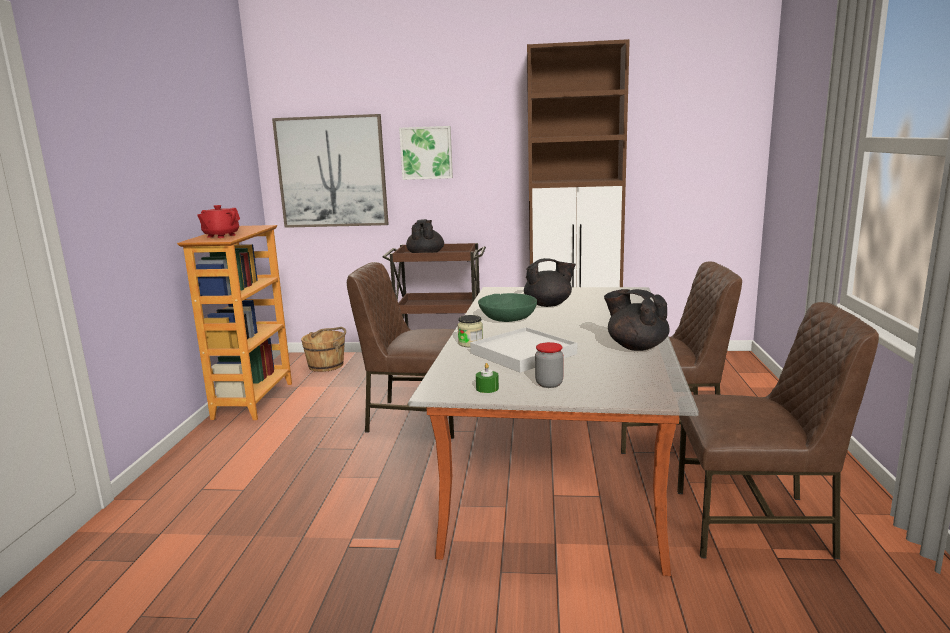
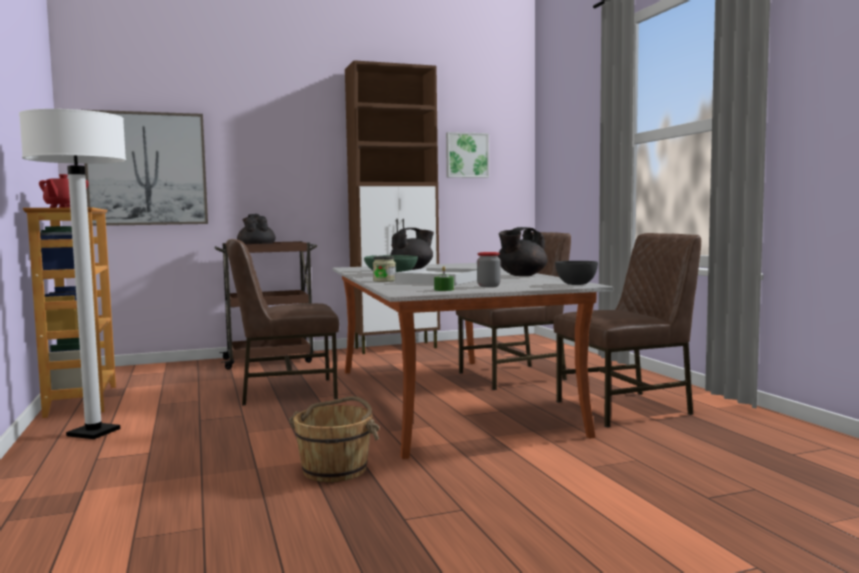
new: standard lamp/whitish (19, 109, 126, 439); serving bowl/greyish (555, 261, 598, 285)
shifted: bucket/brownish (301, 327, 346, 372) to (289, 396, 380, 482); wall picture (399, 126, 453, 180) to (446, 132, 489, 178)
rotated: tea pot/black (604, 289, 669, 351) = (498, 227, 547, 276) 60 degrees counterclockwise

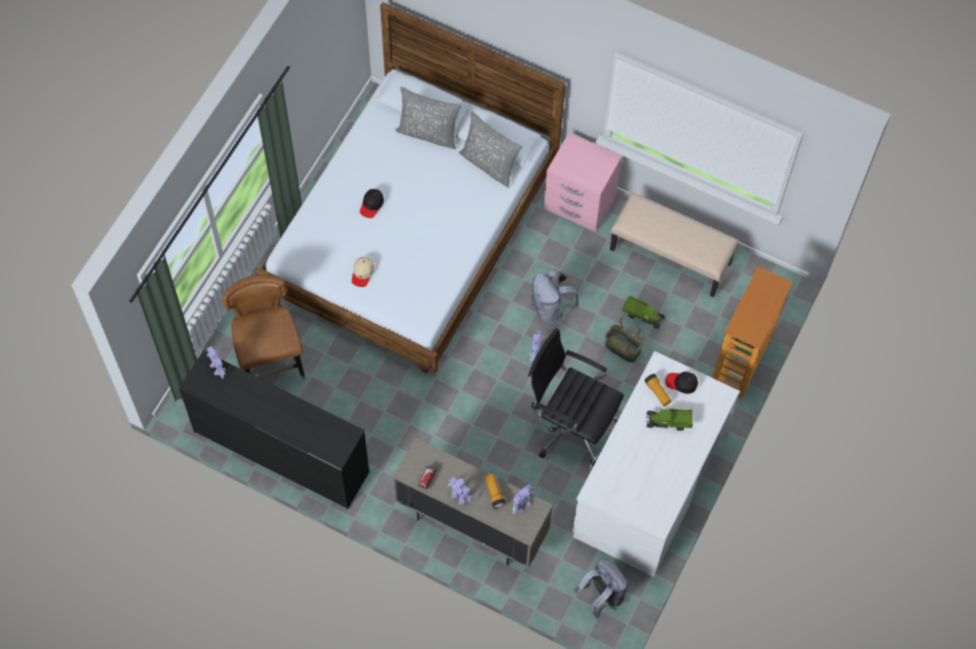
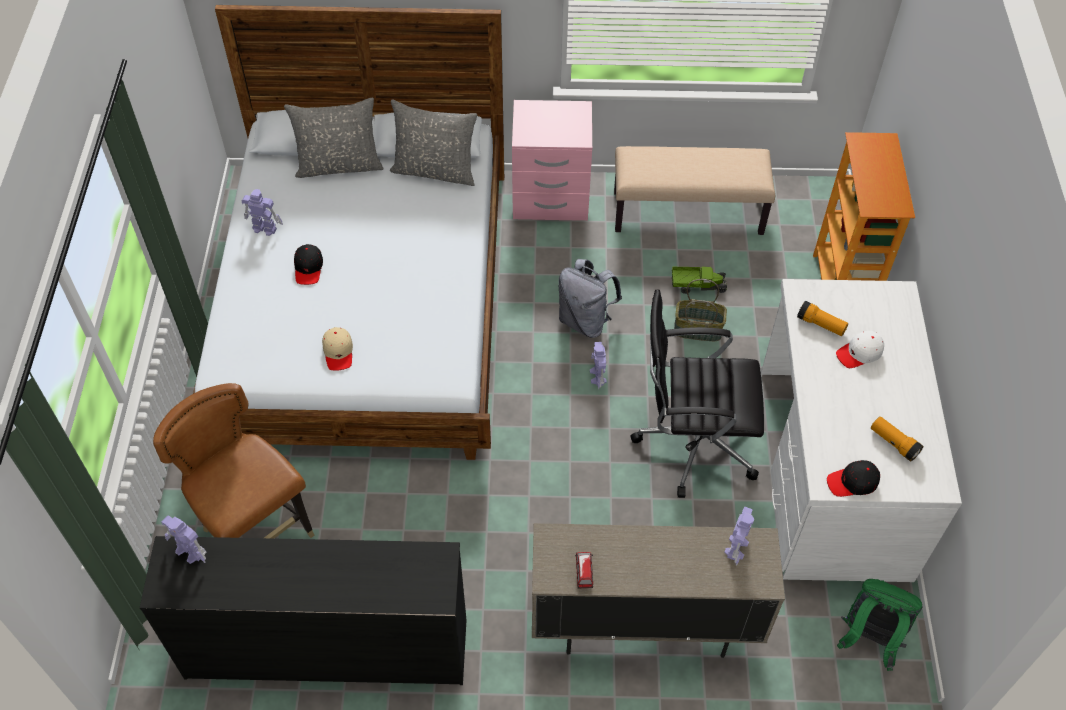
shifted: model robot (448, 477, 473, 505) to (242, 189, 283, 236); cap/black (665, 372, 698, 394) to (827, 460, 880, 497); torch (485, 474, 506, 509) to (871, 416, 923, 461)
swapped: toy truck (646, 409, 693, 431) to cap/whitish (836, 331, 884, 368)
repainted: rucksack/greyish (574, 559, 629, 619) to rucksack/green (837, 579, 922, 671)

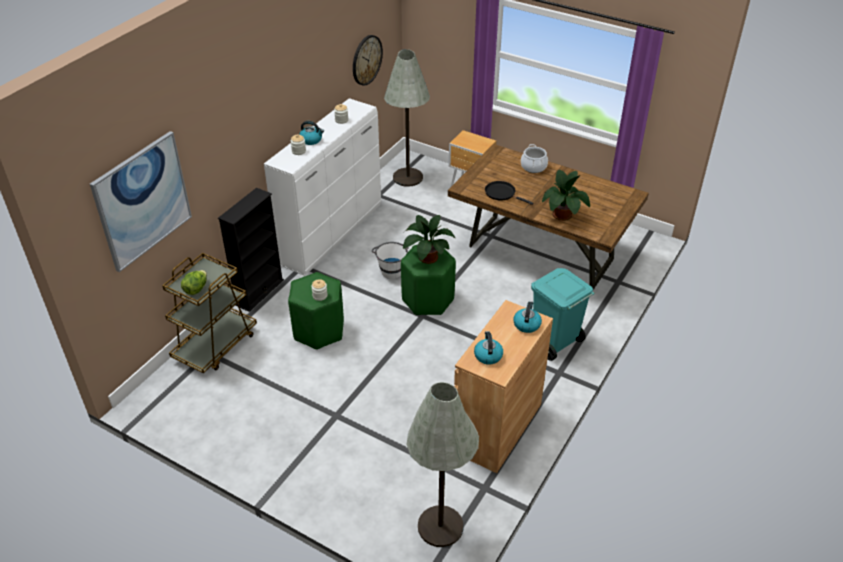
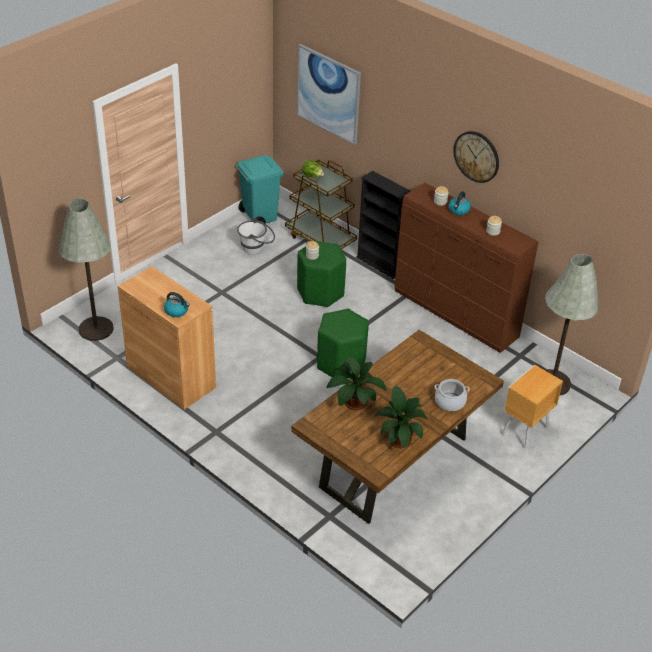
gone: tea kettle (474, 331, 503, 365); pan/black (485, 181, 534, 205)
shifted: waste bin/blue-green (531, 268, 594, 361) to (235, 155, 284, 224); bucket/whitish (372, 242, 408, 279) to (237, 218, 275, 254); potted plant (403, 215, 455, 264) to (374, 386, 428, 448); hanging clock (353, 35, 383, 86) to (453, 131, 499, 183)
repainted: dresser/whitish (264, 98, 381, 276) to dresser/brownish (394, 183, 539, 353)

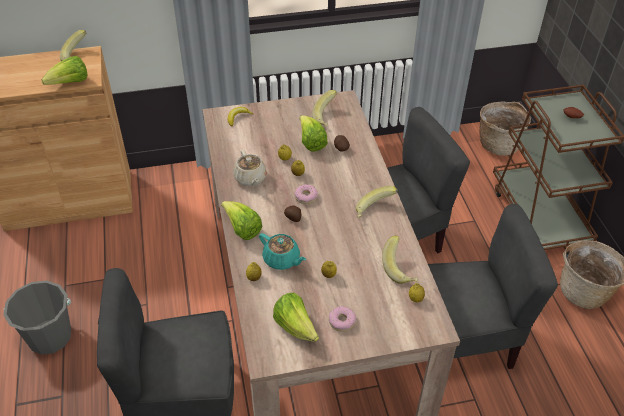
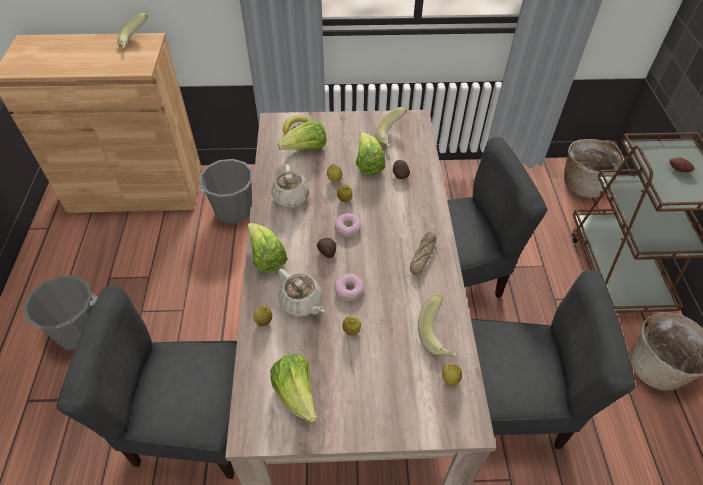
new: bucket/greyish (199, 159, 253, 224)
shifted: lettuce (41, 56, 88, 85) to (278, 120, 327, 150); doughnut (329, 306, 356, 332) to (335, 274, 364, 301)
swapped: banana fruit (356, 186, 398, 217) to bakery bread (410, 232, 437, 275)
repainted: tea pot/blue-green (259, 233, 306, 270) to tea pot/beige-coloured (278, 269, 325, 317)

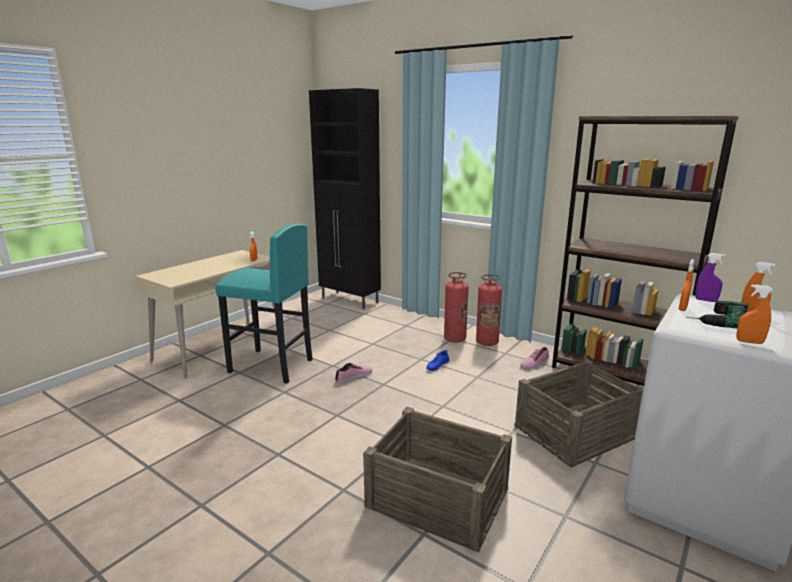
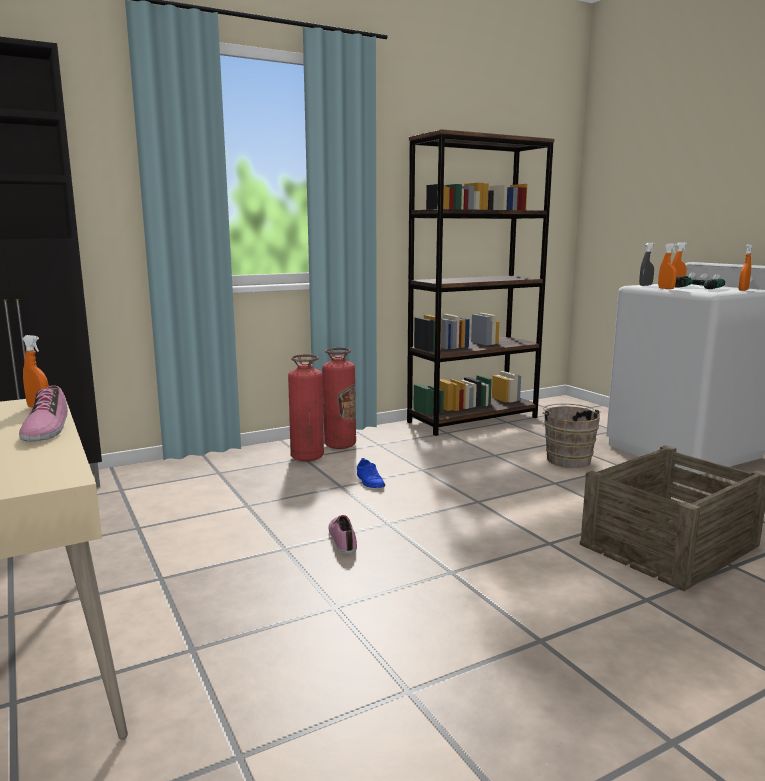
gone: stool seat/blue-green (215, 224, 313, 383)
shifted: low shoe (521, 347, 549, 369) to (19, 385, 68, 441)
swapped: packing crate (514, 359, 644, 468) to bucket/brownish (543, 403, 601, 468)
repainted: spray bottle/purplish (695, 253, 726, 302) to spray bottle/greyish (639, 243, 655, 286)

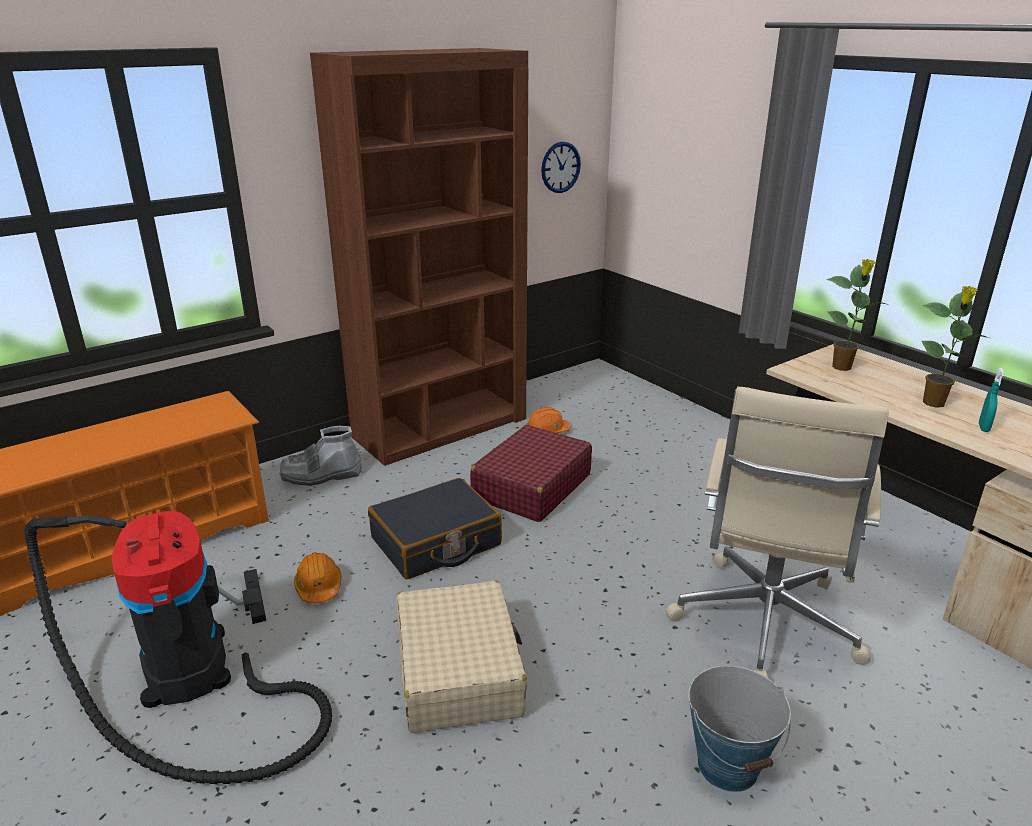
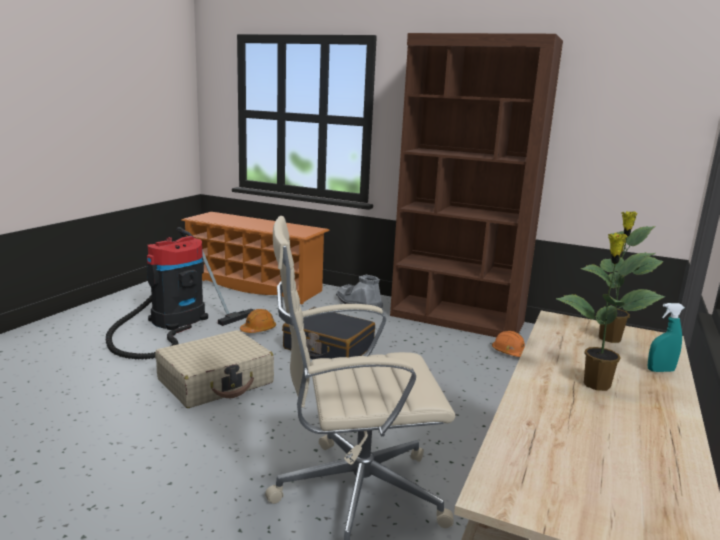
gone: suitcase/red-coloured (470, 425, 592, 522); hanging clock (541, 142, 581, 193); bucket (689, 666, 791, 792)
shifted: spray bottle/blue-green (979, 368, 1004, 432) to (648, 303, 685, 372)

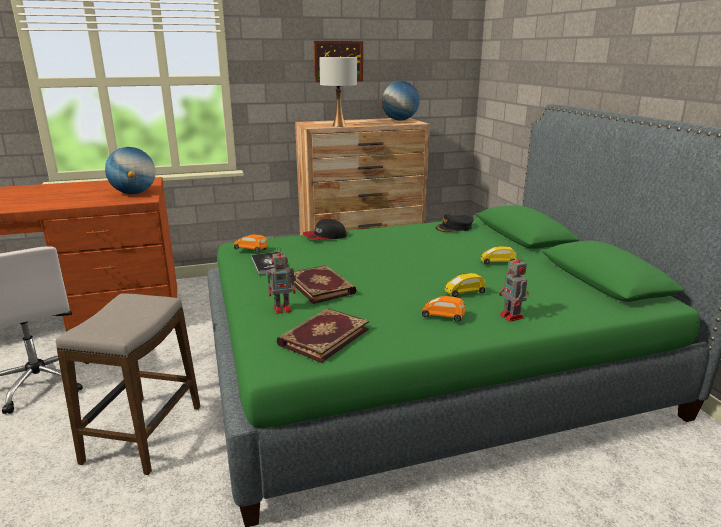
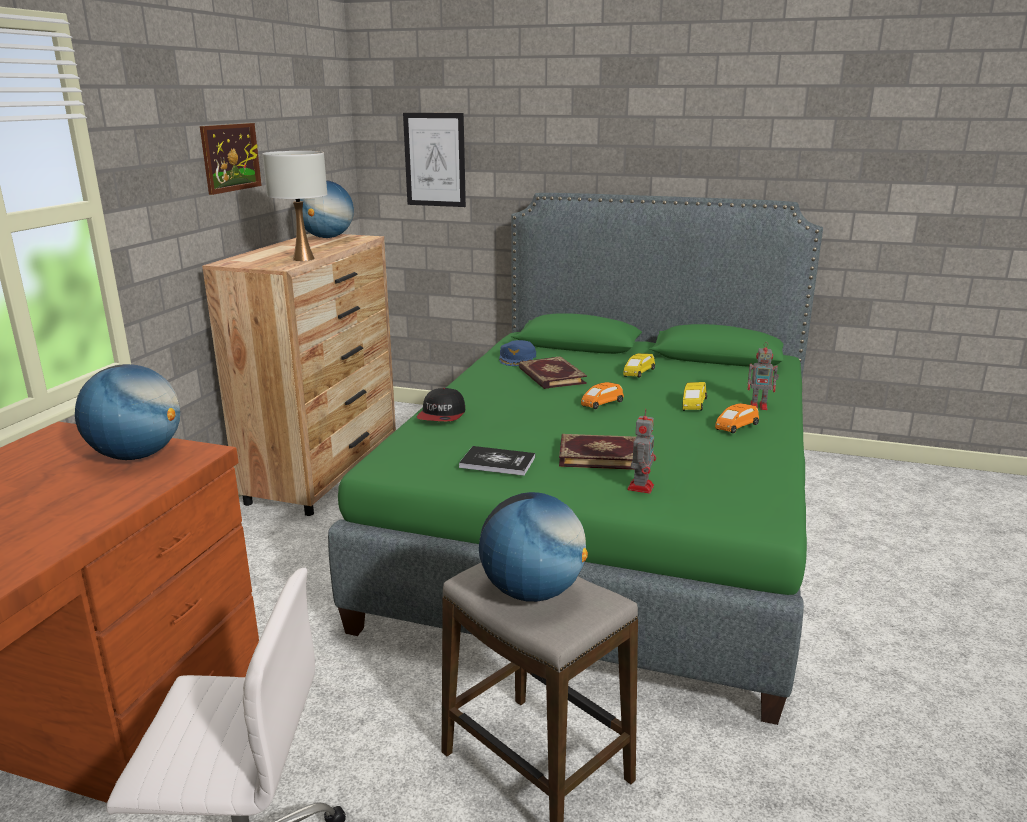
new: wall picture (403, 113, 466, 207); world globe (479, 492, 588, 602)
shifted: volume (277, 308, 369, 363) to (519, 356, 587, 389); miniature car/orange-coloured (233, 234, 268, 252) to (581, 382, 624, 409)
repainted: cap/black (436, 214, 474, 232) to cap/blue (499, 340, 536, 366)

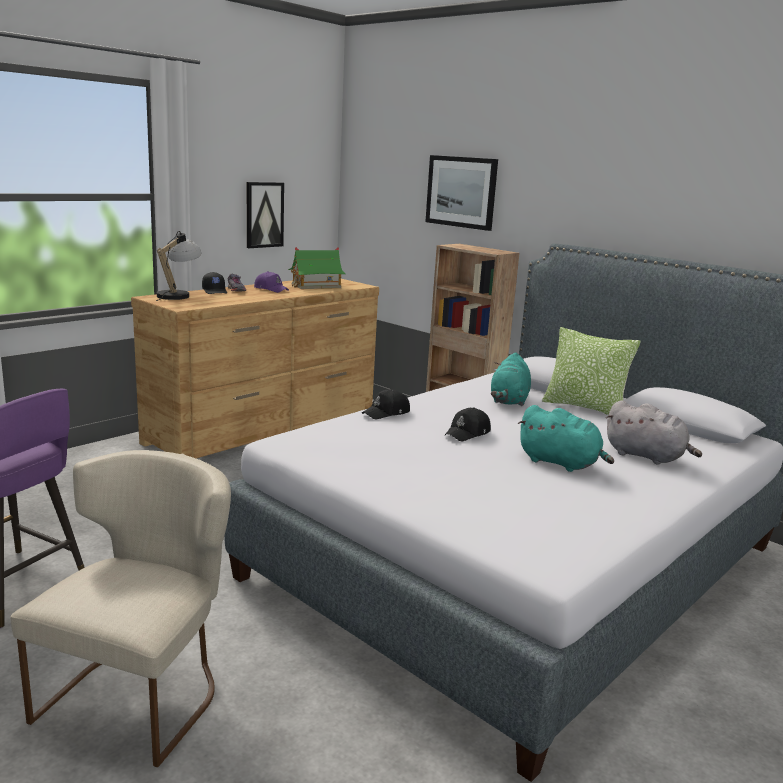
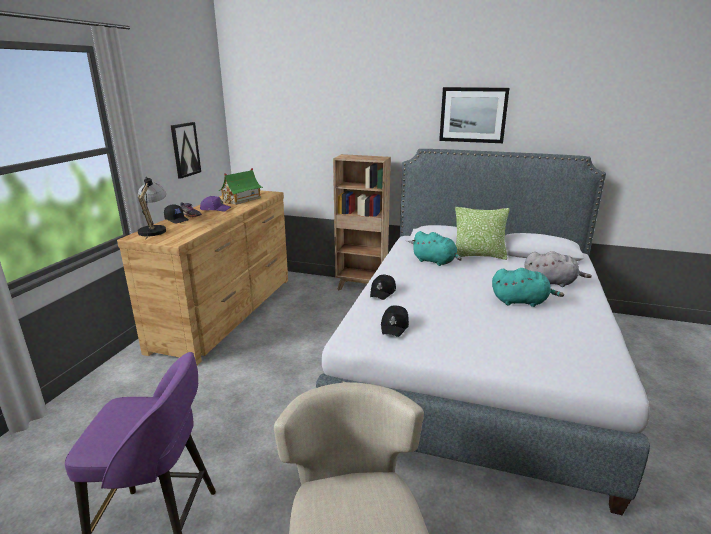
shifted: cap/black (444, 407, 491, 441) to (381, 306, 409, 337); wall picture (425, 155, 498, 231) to (439, 87, 509, 143)
rotated: plush toy/blue-green (491, 352, 531, 406) = (411, 231, 462, 266) 45 degrees counterclockwise

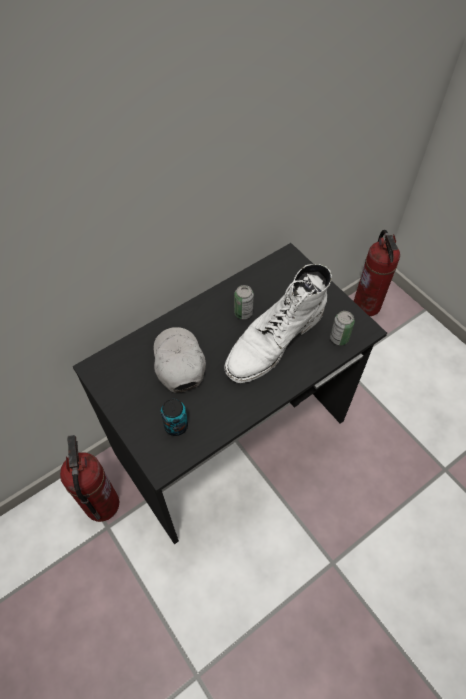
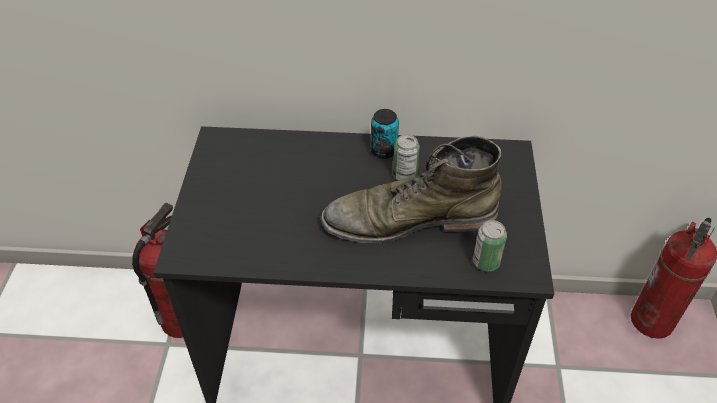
gone: cap/whitish (154, 327, 206, 393)
shifted: can (161, 399, 188, 436) to (371, 109, 399, 159)
repainted: tall boot/whitish (224, 264, 332, 383) to tall boot/green (321, 136, 502, 244)

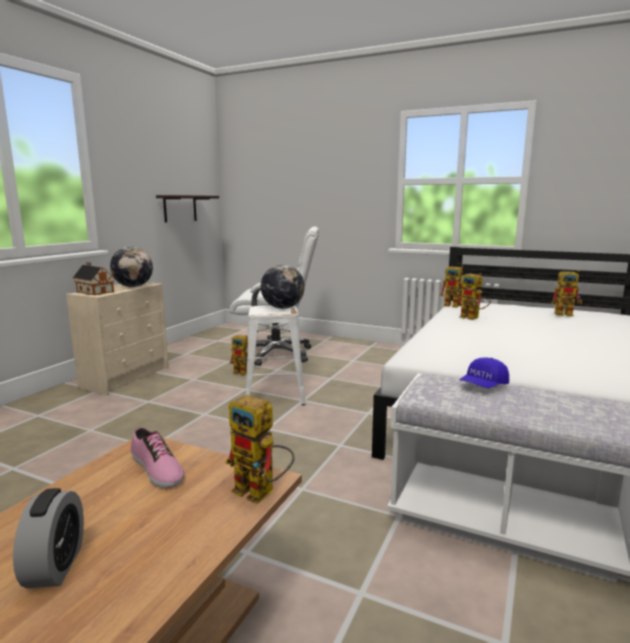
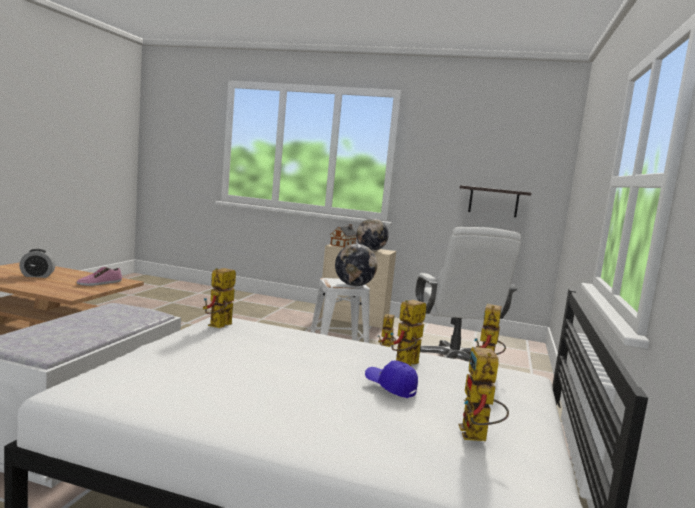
shifted: model robot (225, 395, 295, 504) to (203, 268, 236, 328); cap/blue (460, 358, 509, 388) to (365, 361, 418, 398)

